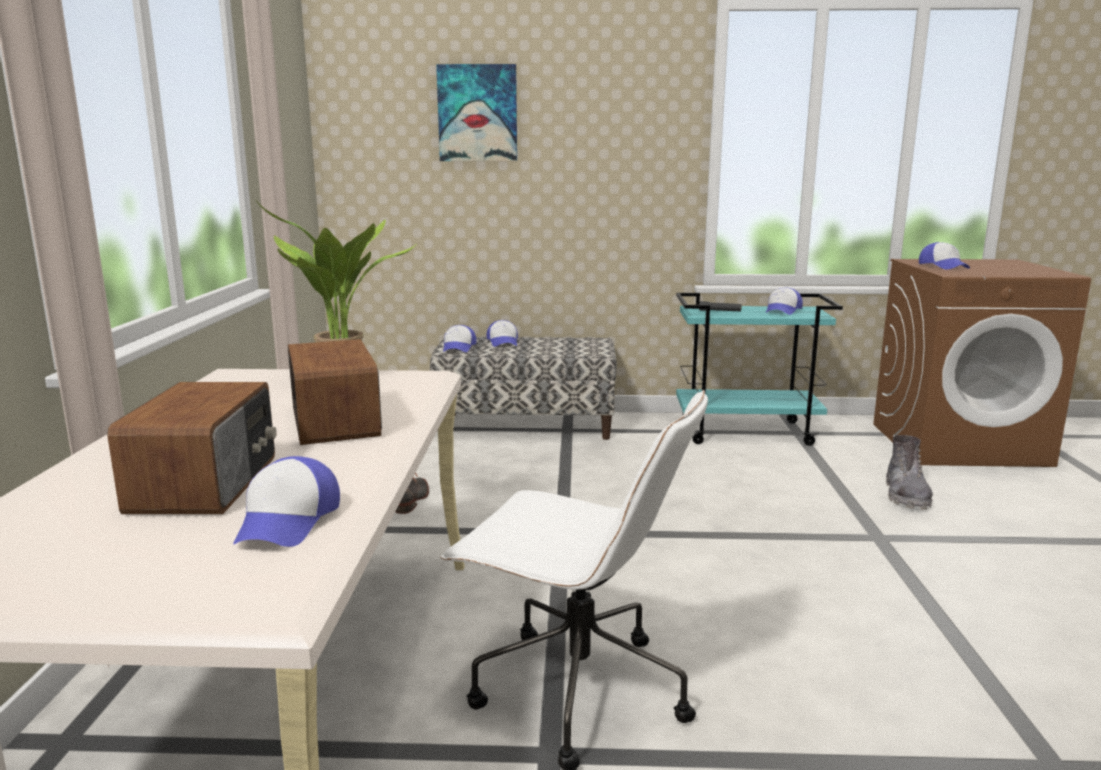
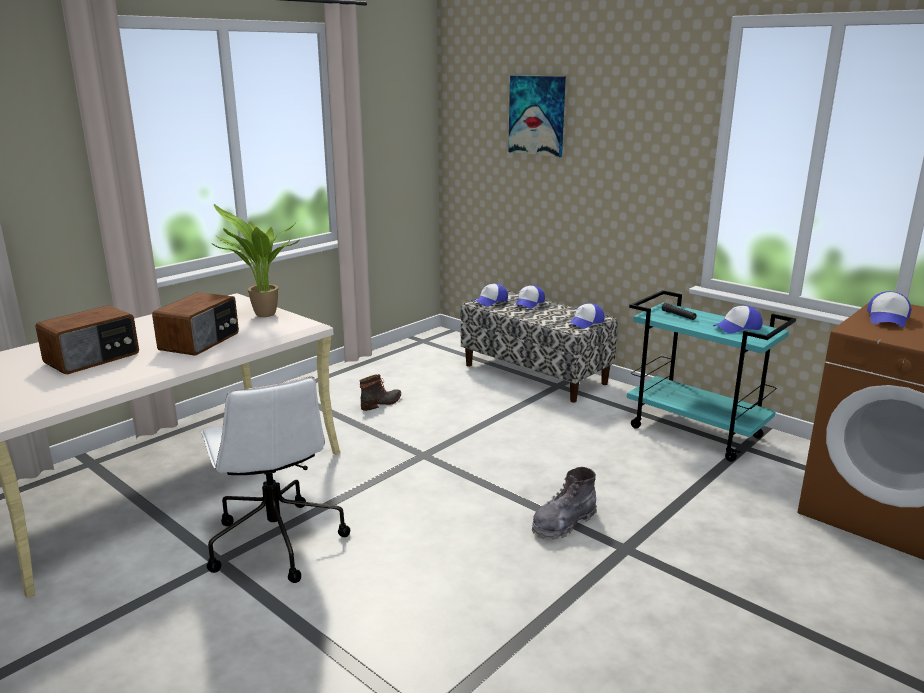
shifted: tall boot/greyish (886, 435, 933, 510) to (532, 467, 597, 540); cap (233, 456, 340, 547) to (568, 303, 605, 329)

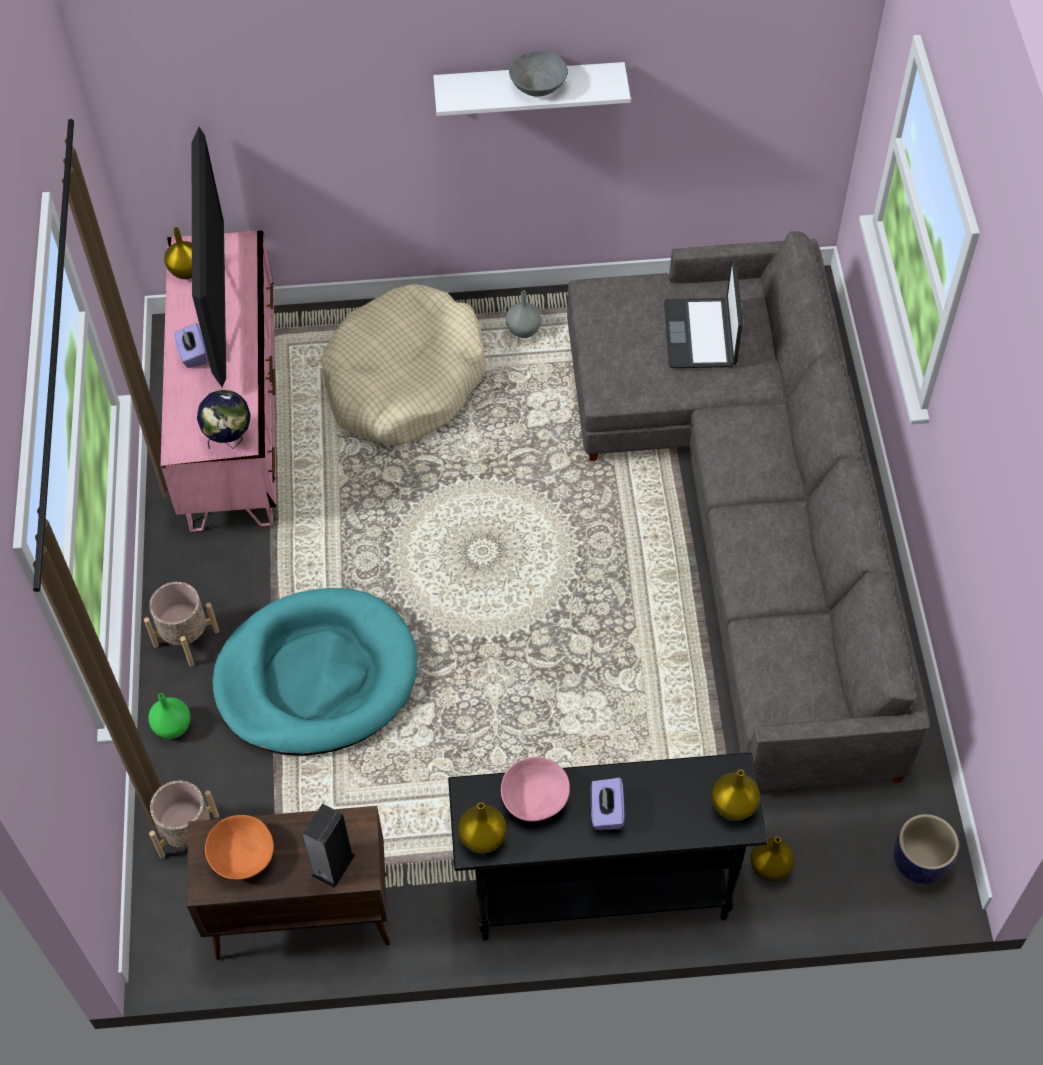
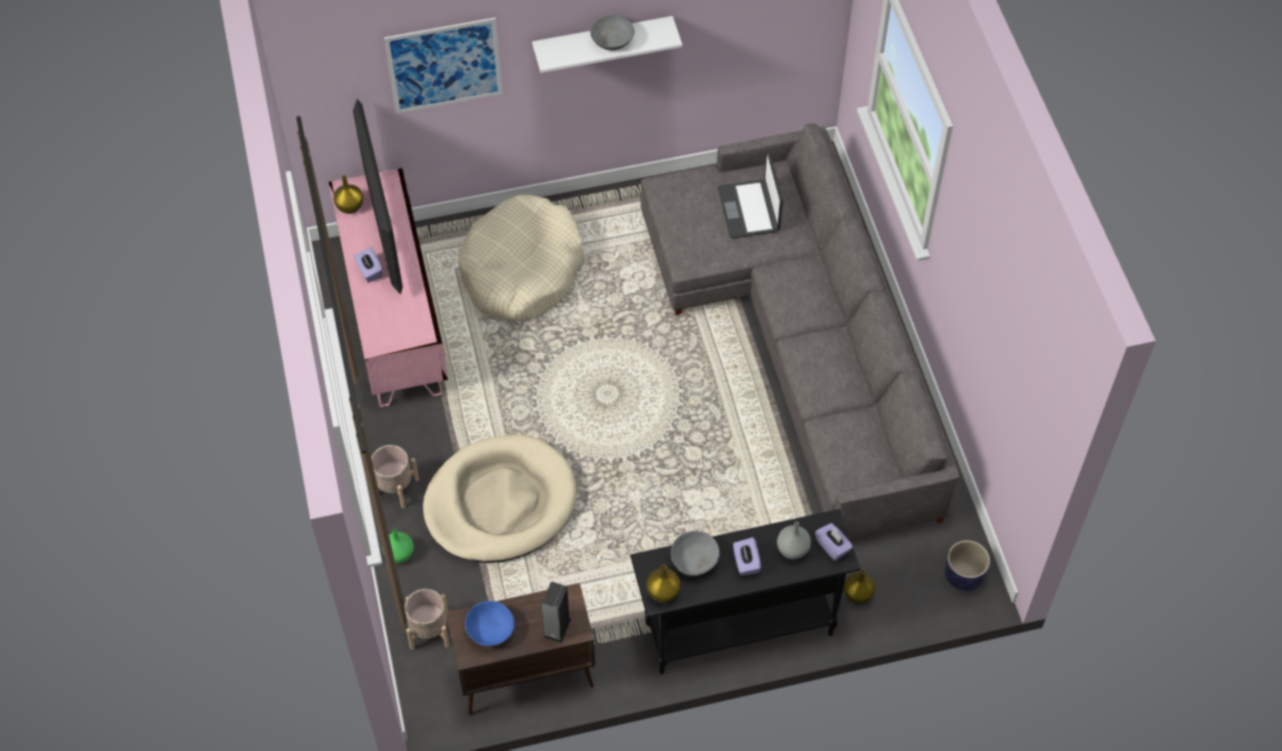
gone: world globe (197, 390, 251, 449)
new: wall picture (384, 17, 502, 114)
shifted: decorative vase/greyish (506, 290, 542, 338) to (777, 521, 811, 559)
swapped: decorative vase/yellowish (711, 770, 760, 821) to tissue box/purplish (815, 523, 853, 561)
repainted: dog cushion/blue-green (213, 588, 417, 756) to dog cushion/beige-coloured (423, 434, 577, 563); serving bowl/orange-coloured (205, 815, 274, 880) to serving bowl/blue (465, 601, 515, 646); serving bowl/pink-coloured (501, 757, 570, 822) to serving bowl/greyish (671, 531, 720, 576)

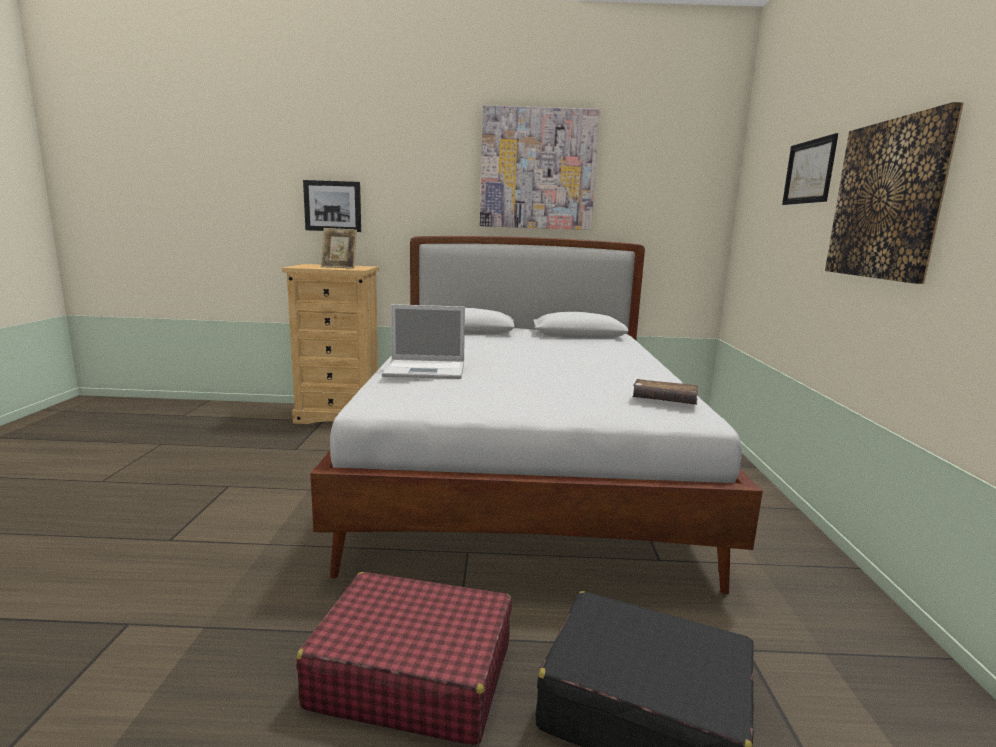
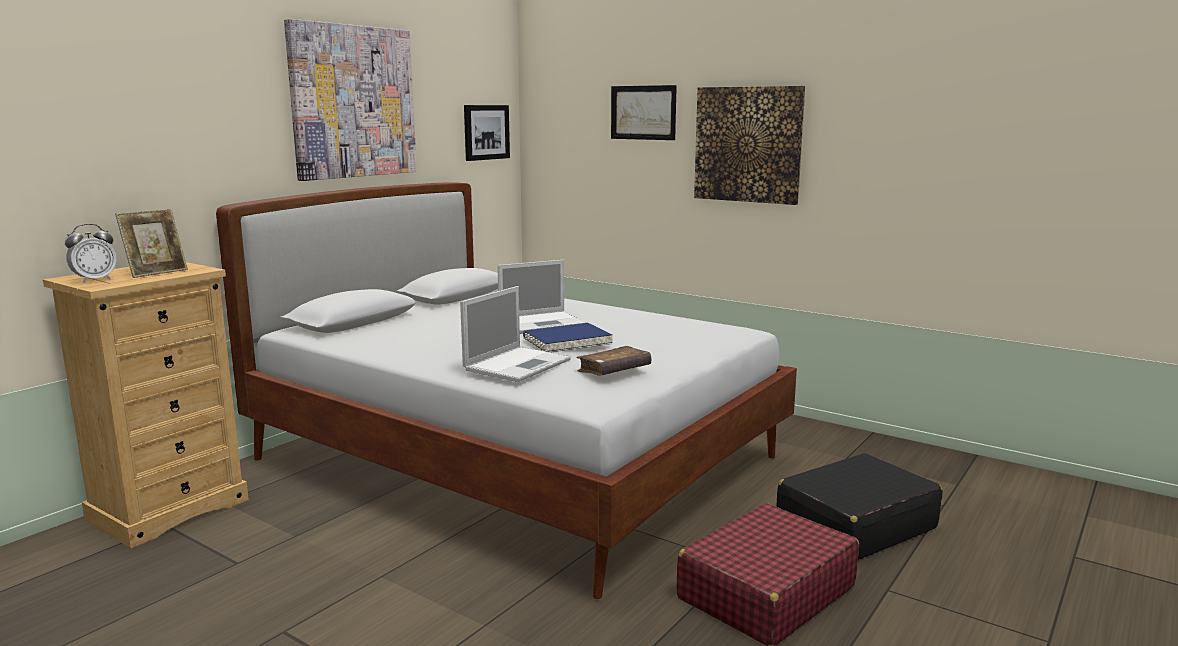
new: table clock (65, 224, 116, 283); laptop (497, 260, 586, 334); volume/blue (523, 323, 613, 352)
shifted: wall picture (303, 180, 361, 232) to (464, 105, 510, 161); volume/brownish (633, 379, 699, 405) to (577, 346, 651, 376)

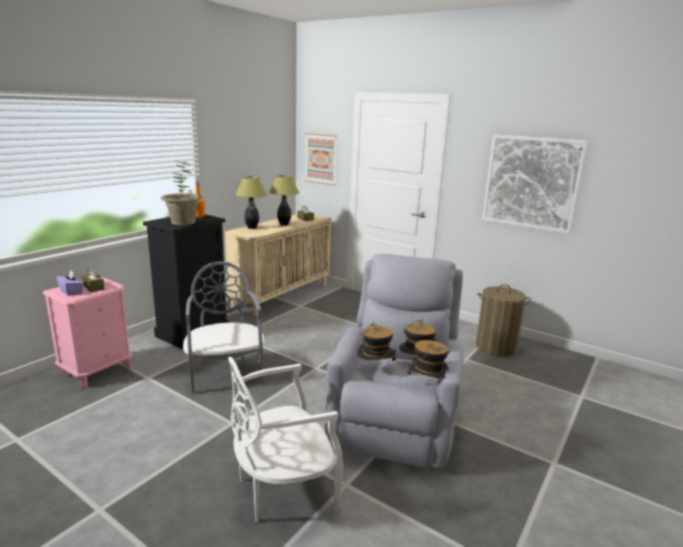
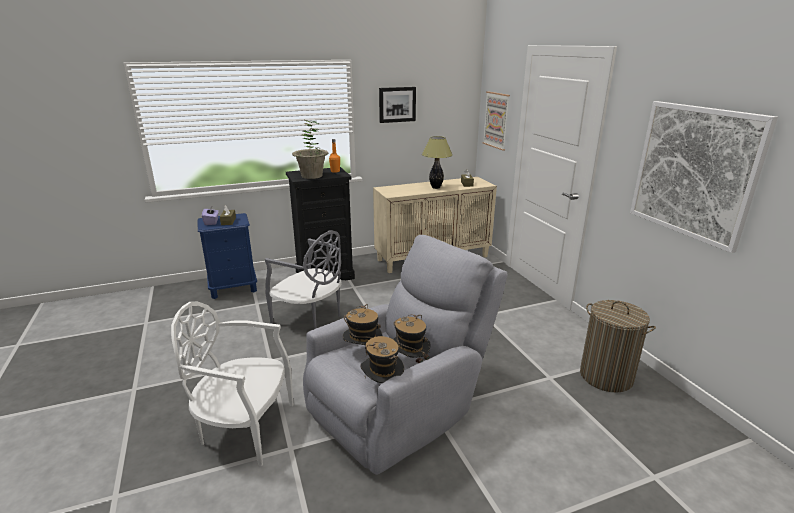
gone: table lamp (235, 176, 267, 229)
new: wall picture (379, 87, 416, 123)
repainted: night table/pink-coloured (43, 276, 133, 388) to night table/blue (198, 213, 257, 299)
rotated: upright chair/greyish (183, 261, 265, 394) = (265, 231, 341, 329) 105 degrees clockwise

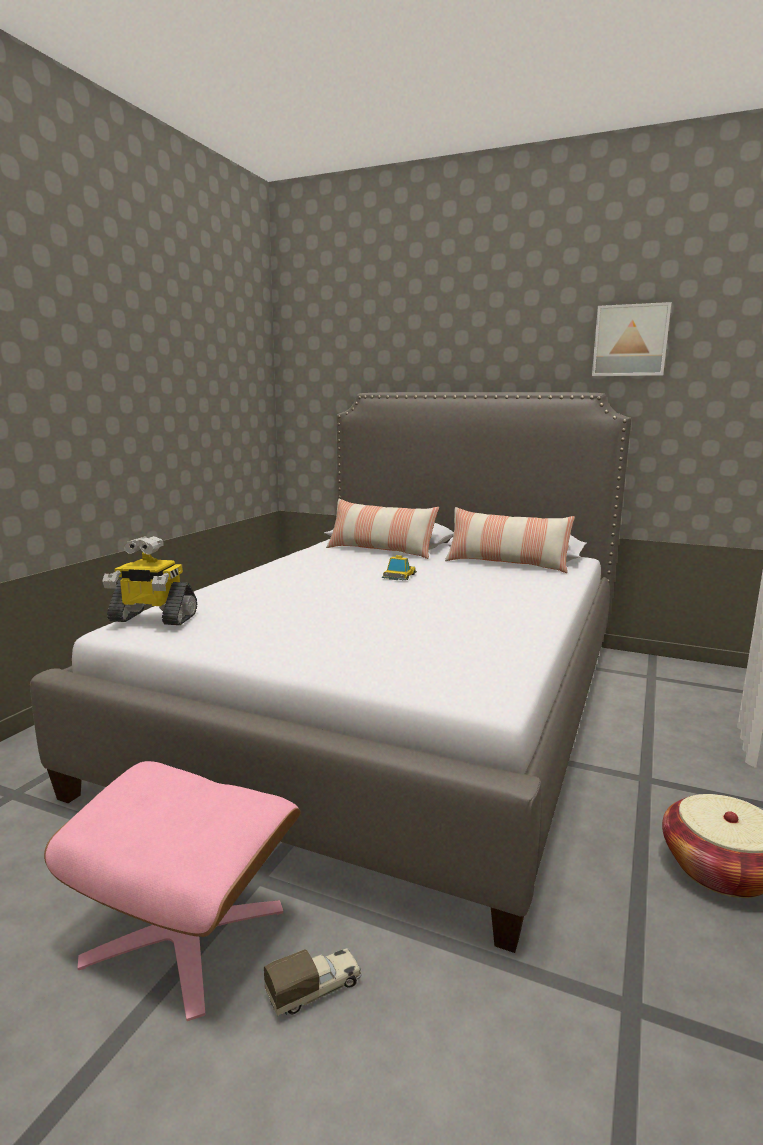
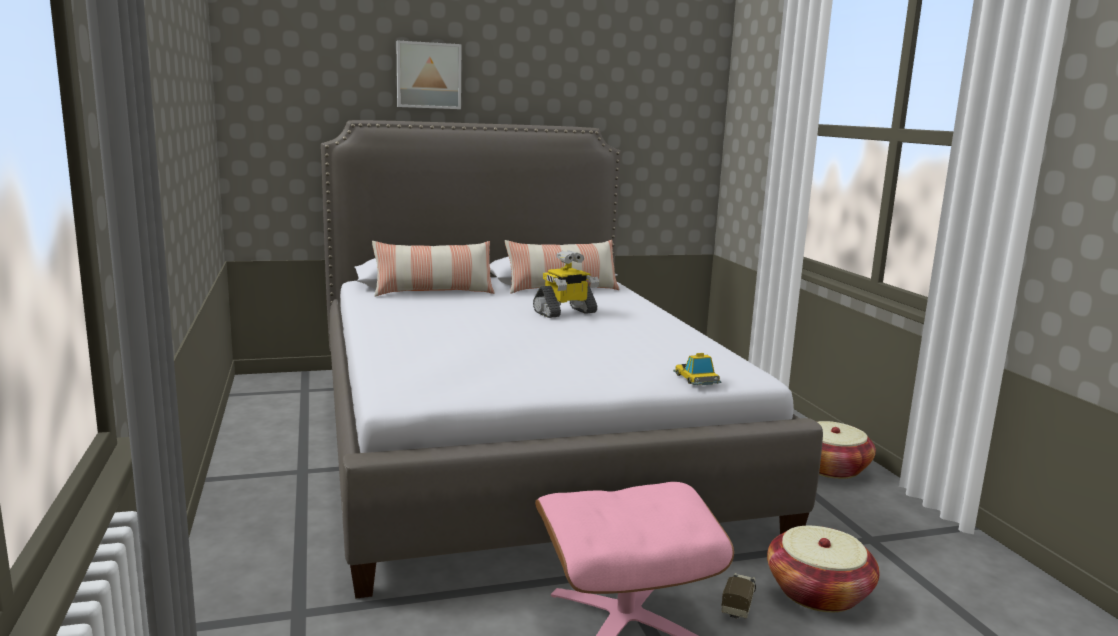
new: basket (767, 526, 880, 612)
shifted: wall picture (592, 302, 671, 376) to (396, 41, 461, 109); model robot (102, 536, 197, 625) to (533, 250, 599, 318); miniature car (382, 555, 417, 580) to (673, 353, 721, 385)

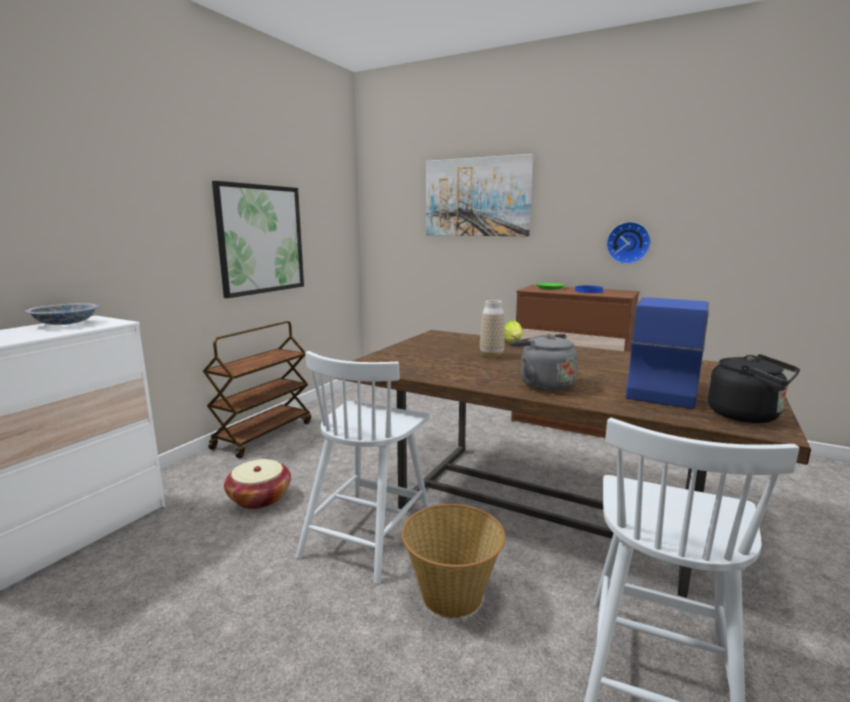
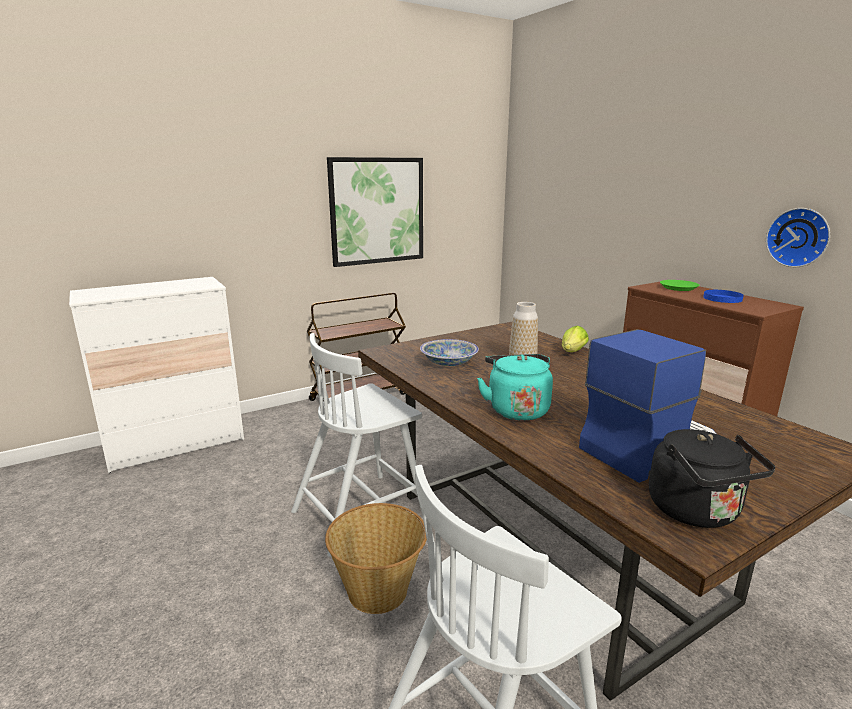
gone: basket (224, 459, 291, 509); wall picture (426, 154, 533, 236)
shifted: serving bowl (25, 303, 99, 325) to (420, 339, 479, 366)
repainted: tea kettle/greyish (511, 334, 578, 391) to tea kettle/blue-green (477, 354, 553, 421)

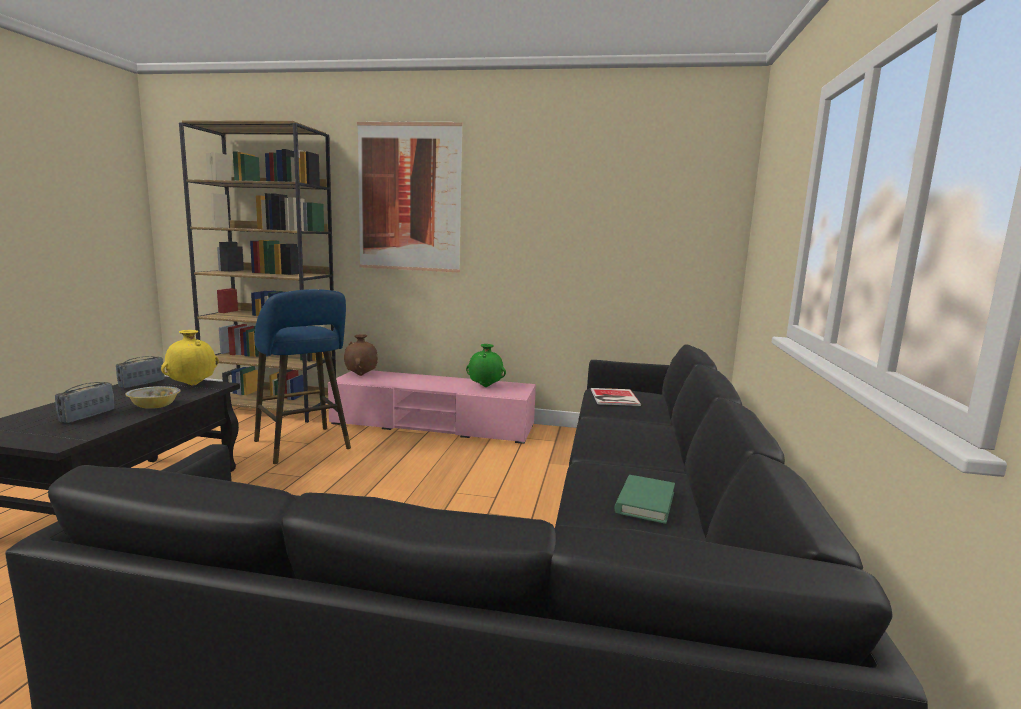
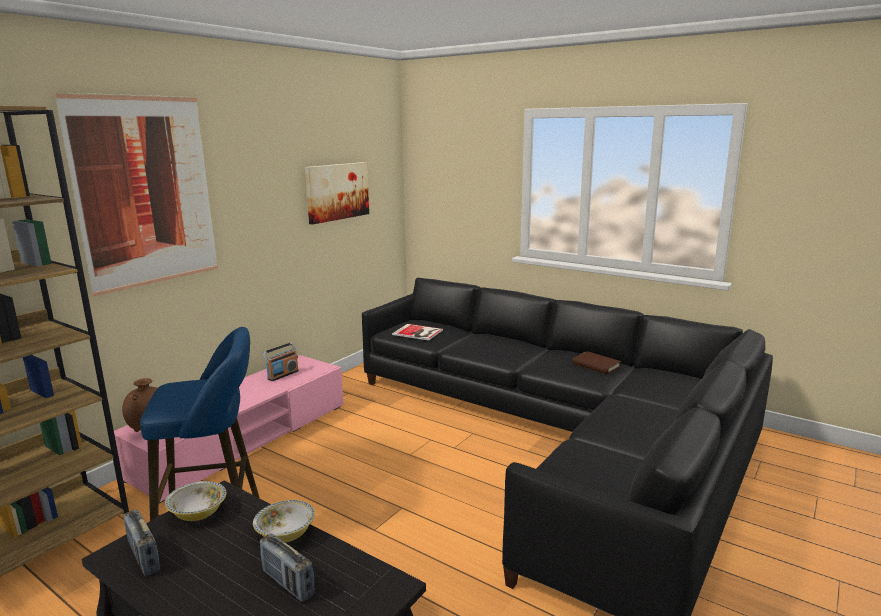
new: wall picture (305, 162, 369, 225)
swapped: decorative vase/yellowish (161, 330, 219, 386) to serving bowl (165, 481, 227, 521); decorative vase/green (466, 344, 506, 387) to radio (262, 342, 299, 381)
repainted: volume/green (614, 475, 675, 524) to volume/brownish (572, 351, 621, 374)

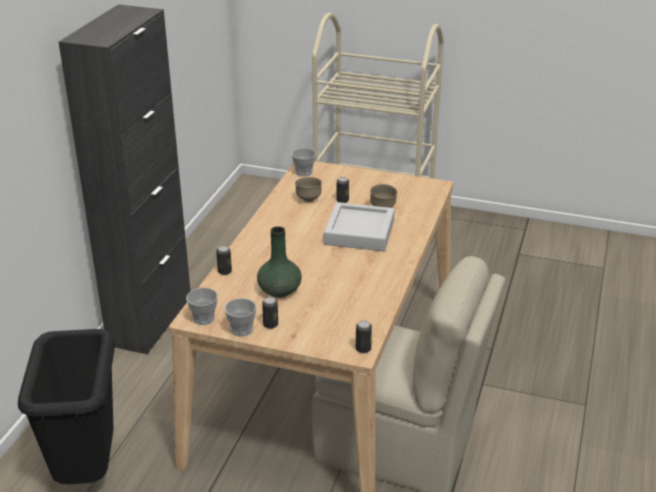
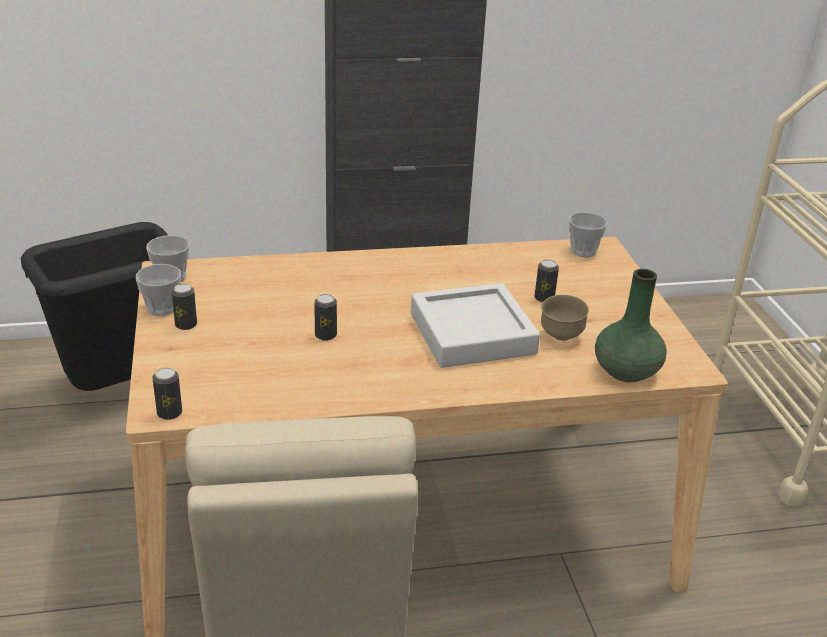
gone: serving bowl/brownish (295, 177, 322, 202)
shifted: can (216, 245, 232, 275) to (314, 294, 337, 341); decorative vase/green (257, 226, 302, 298) to (595, 269, 667, 382)

